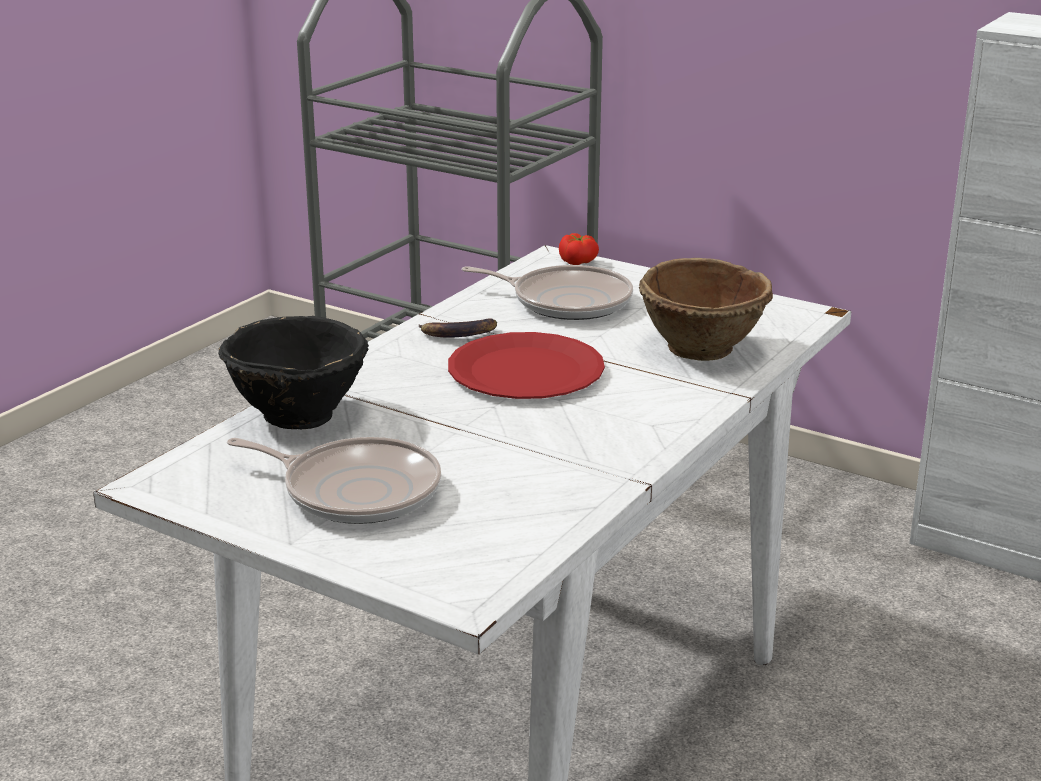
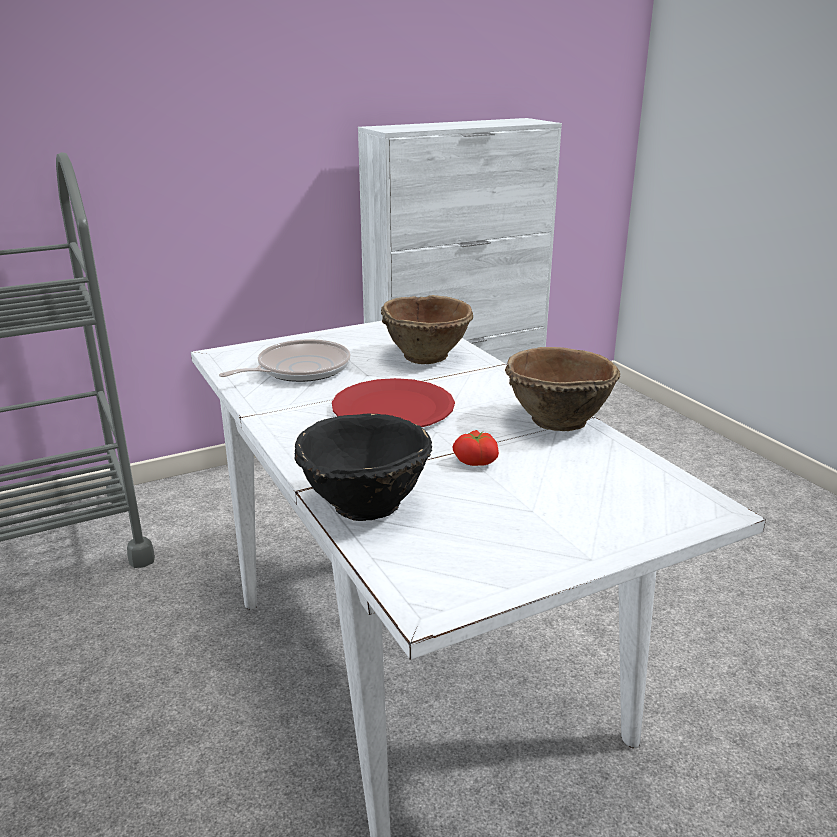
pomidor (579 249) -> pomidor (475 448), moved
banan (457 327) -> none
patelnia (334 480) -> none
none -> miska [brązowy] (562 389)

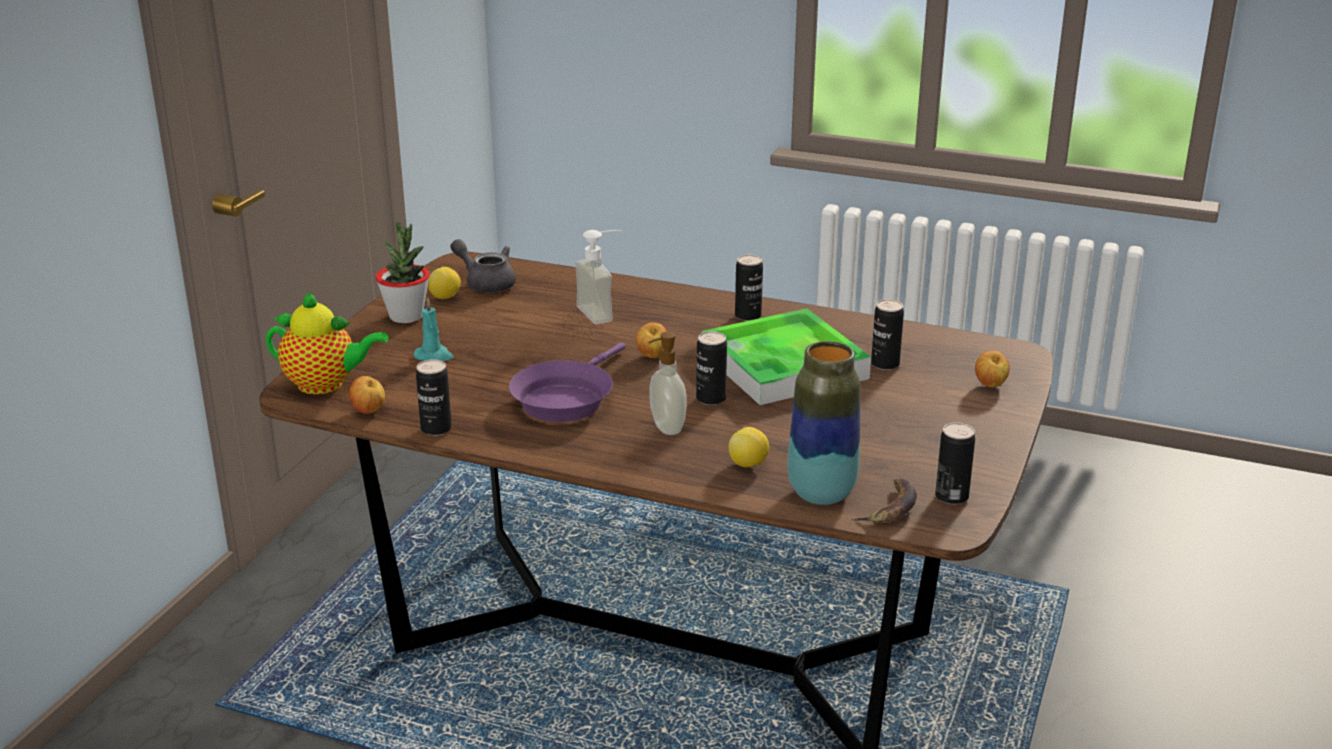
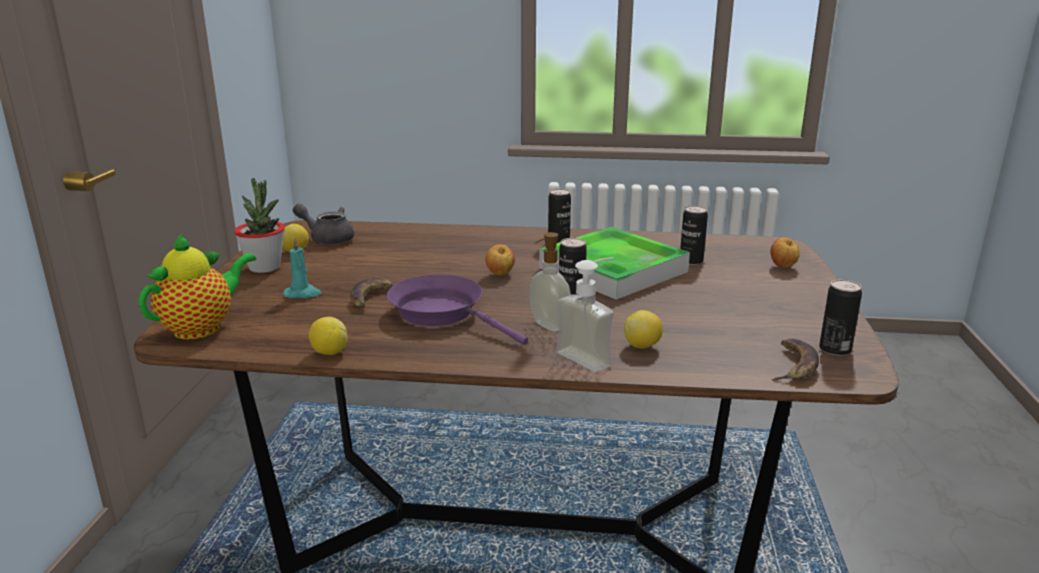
dozownik mydła (598 277) -> dozownik mydła (585 314), moved
imbryk (327 343) -> imbryk (197 286), 45 degrees counterclockwise
wazon (823 423) -> none
patelnia [fioletowy] (567 382) -> patelnia [fioletowy] (457 310), 120 degrees clockwise
puszka (434 397) -> cytryna (328 336)
jabłko (367 395) -> none
none -> banan (372 293)

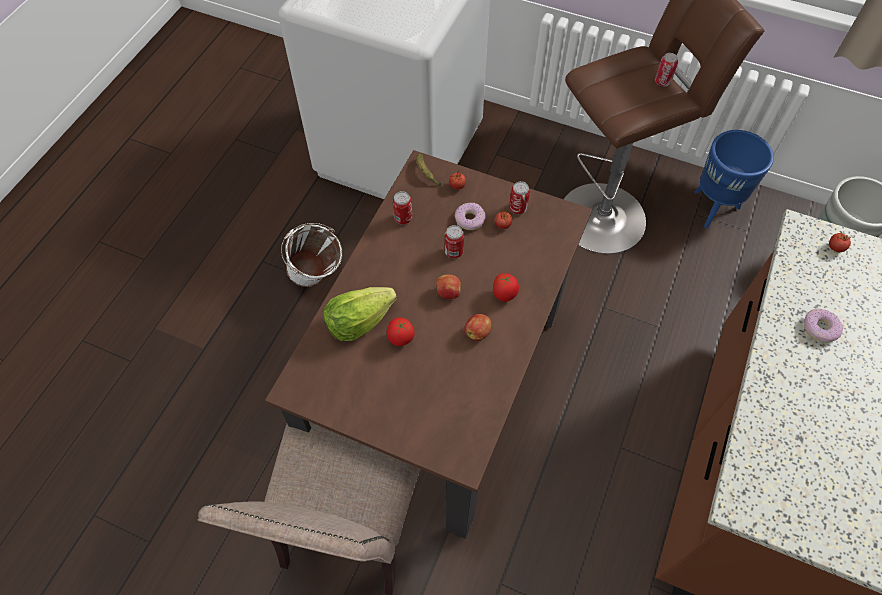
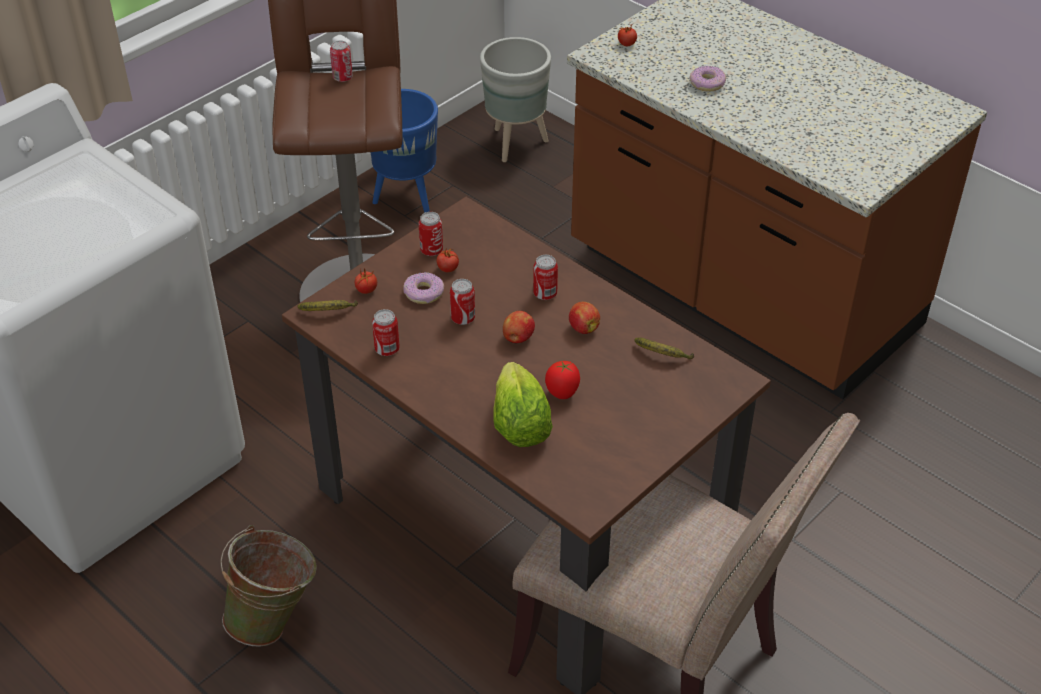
wiadro [biały] (311 255) -> wiadro [zielony] (268 586)
pomidor (506 287) -> puszka (545 277)
none -> banan (664 348)

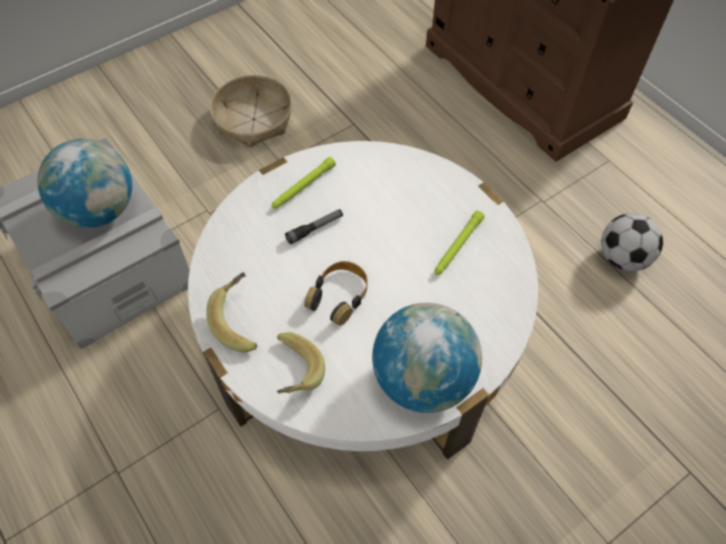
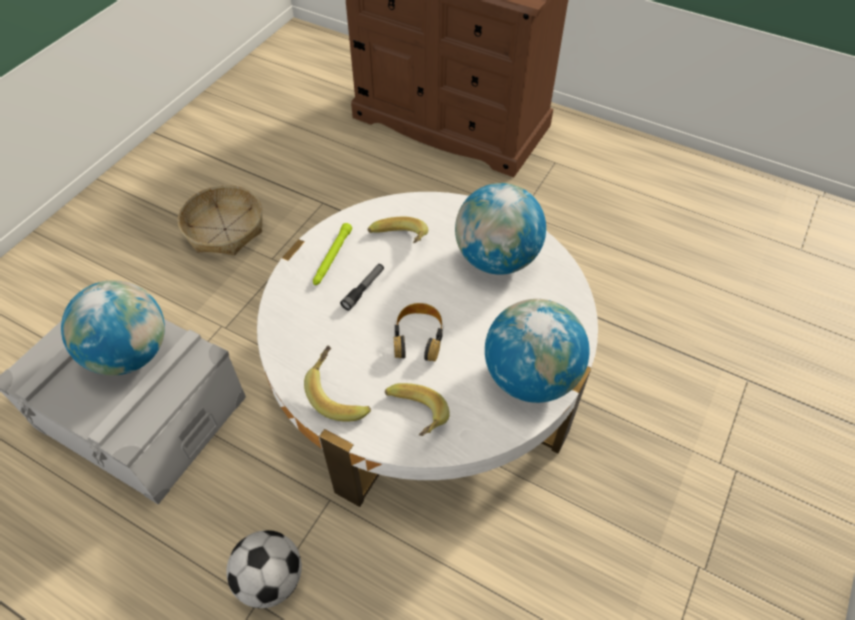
latarka [zielony] (460 243) -> globus (500 229)
piłka futbolowa (632 242) -> piłka futbolowa (264 569), moved
none -> banan (398 230)

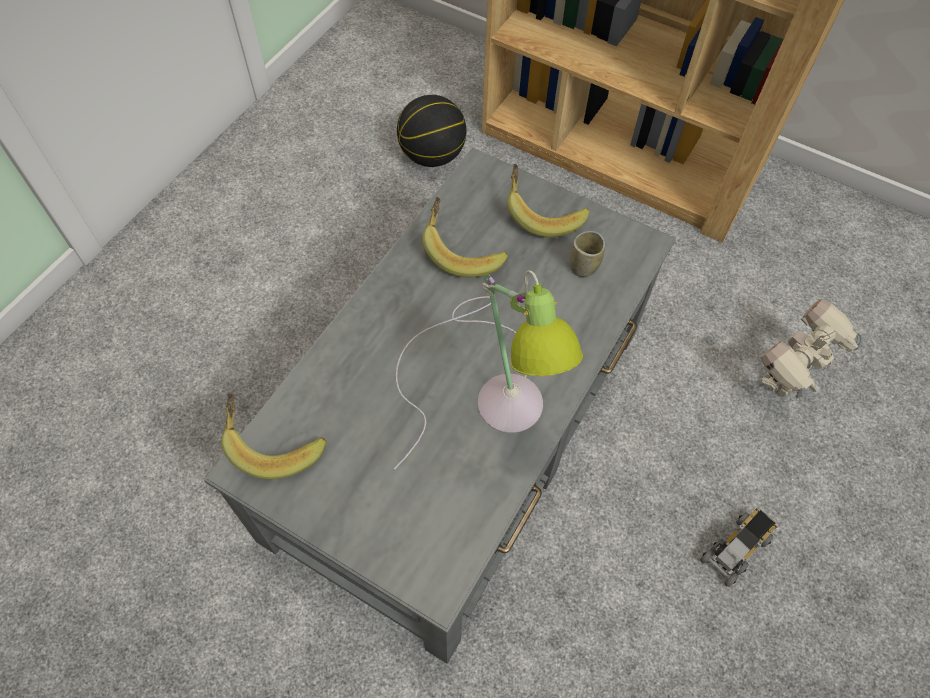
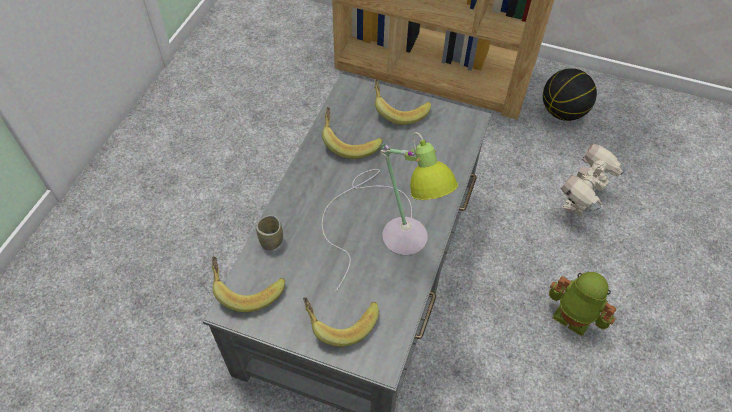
piłka do koszykówki (431 131) -> piłka do koszykówki (570 94), moved
filiżanka (587 254) -> filiżanka (269 232), moved
ciężarówka zabawkowa (738 547) -> robot zabawkowy (582 304)
none -> banan (341 322)

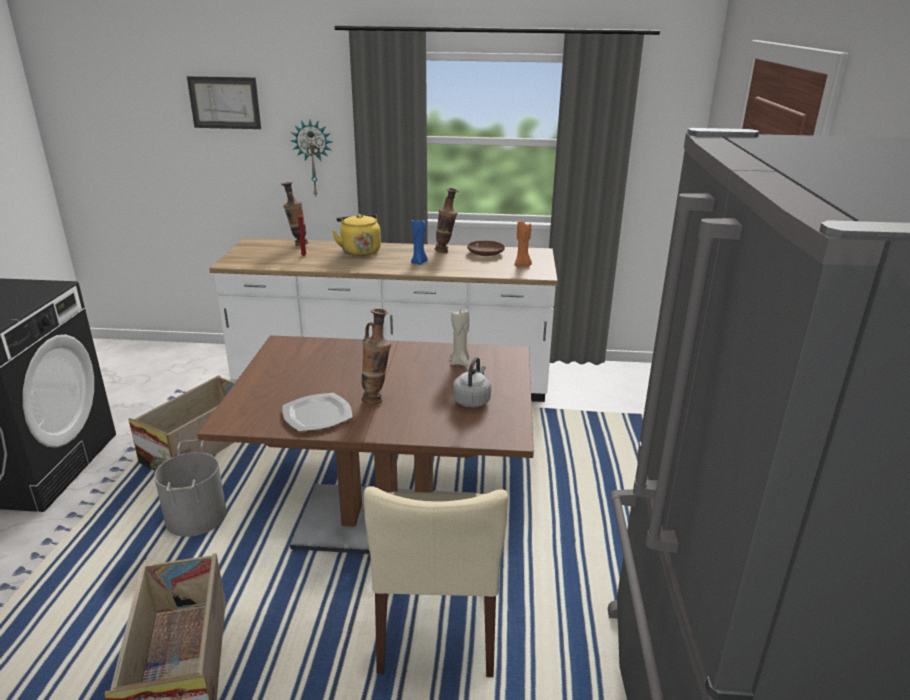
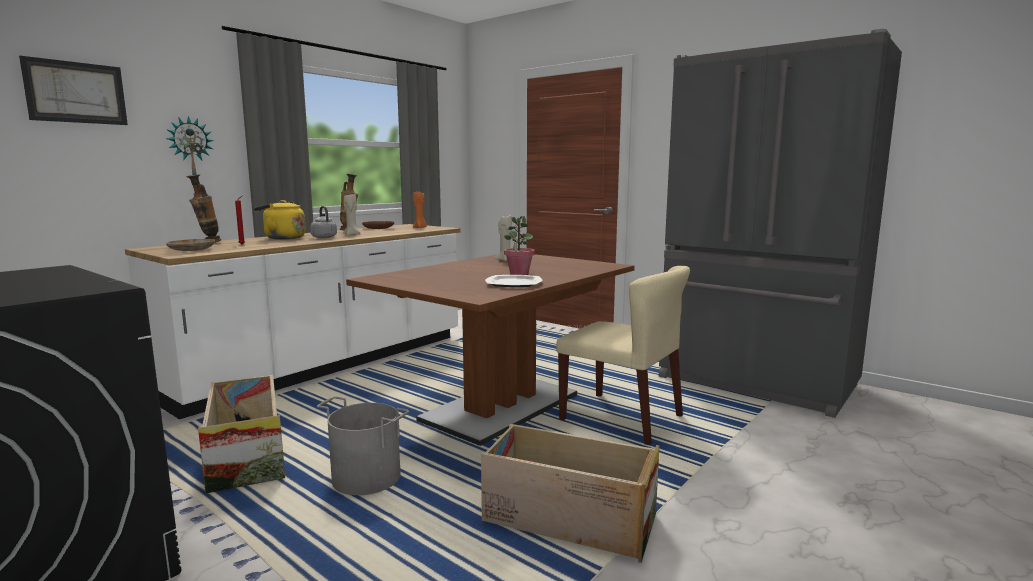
świeca [niebieski] (419 242) -> świeca [beżowy] (351 214)
wazon (376 356) -> roślina doniczkowa (519 245)
czajnik [szary] (472 382) -> czajnik [szary] (323 222), moved
none -> talerz [beżowy] (190 245)

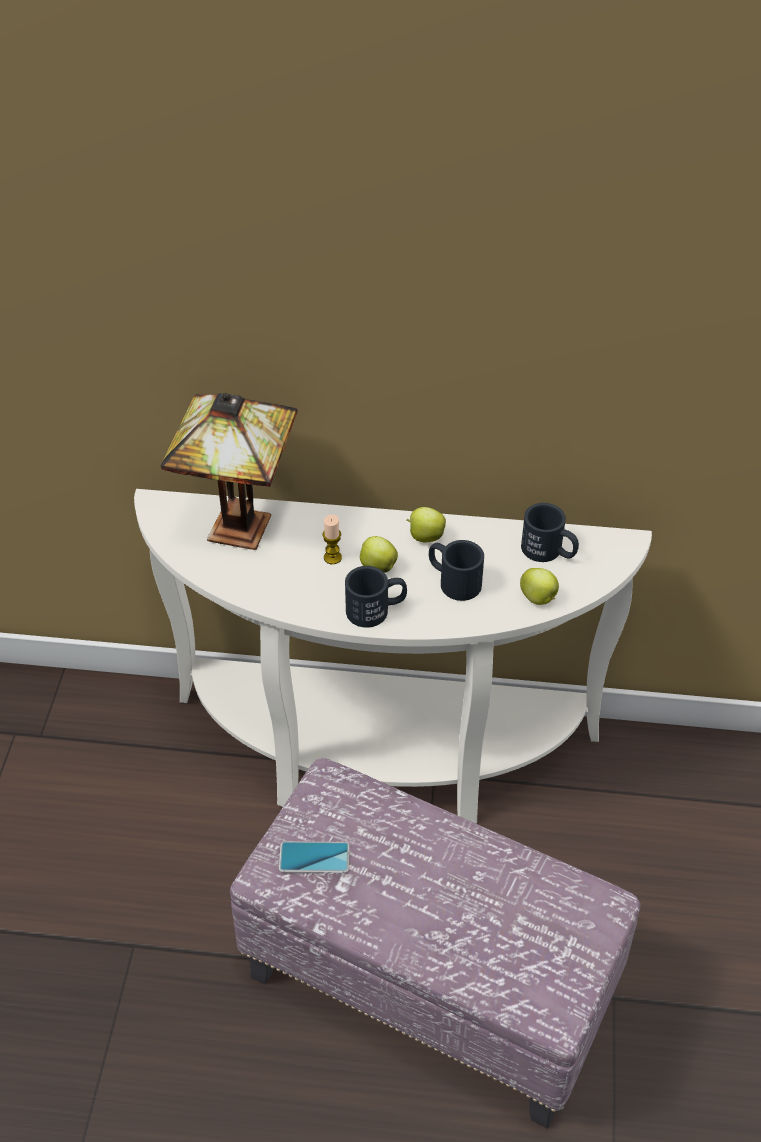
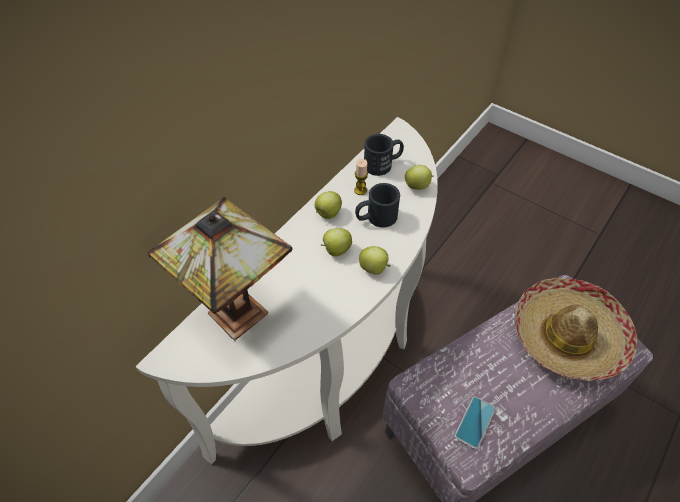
świeca (332 539) -> świeca (361 177), moved
kubek [czarny] (376 597) -> jabłko (375 260)
none -> kapelusz (576 329)

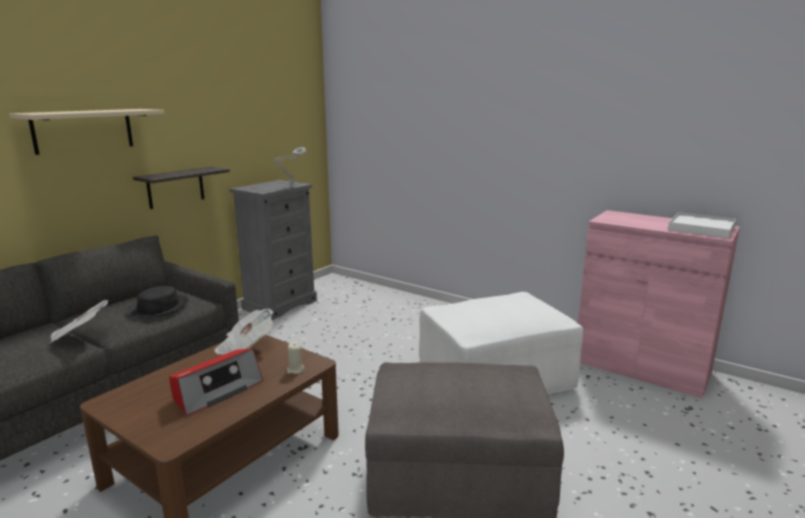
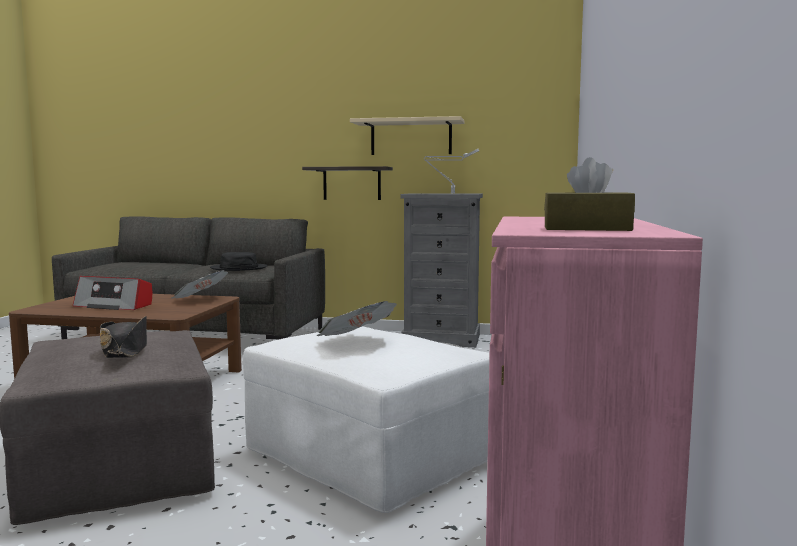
półka [beżowy] (87 132) -> półka [beżowy] (407 135), moved
taca [biały] (702 225) -> pudełko chusteczek [brązowy] (589 194)
gazeta (78 322) -> gazeta (356 318), moved
świeca [beżowy] (295 358) -> none
none -> kapelusz [czarny] (123 337)

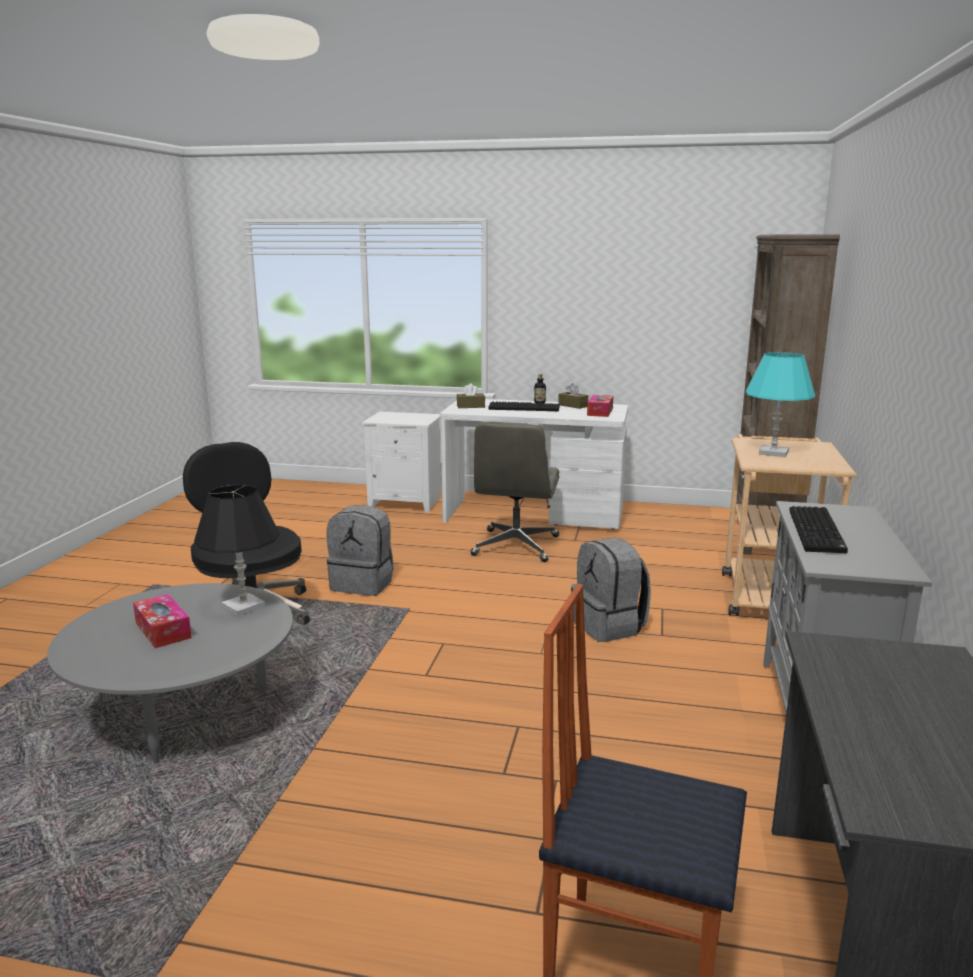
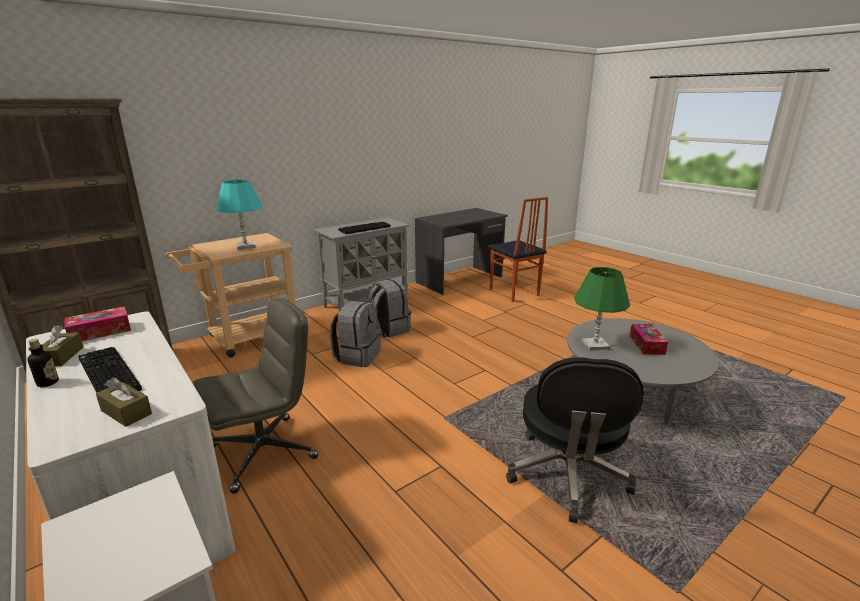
lampa stołowa [czarny] (236 550) -> lampa stołowa [zielony] (602 308)
plecak [szary] (360 550) -> plecak [szary] (388 308), moved

